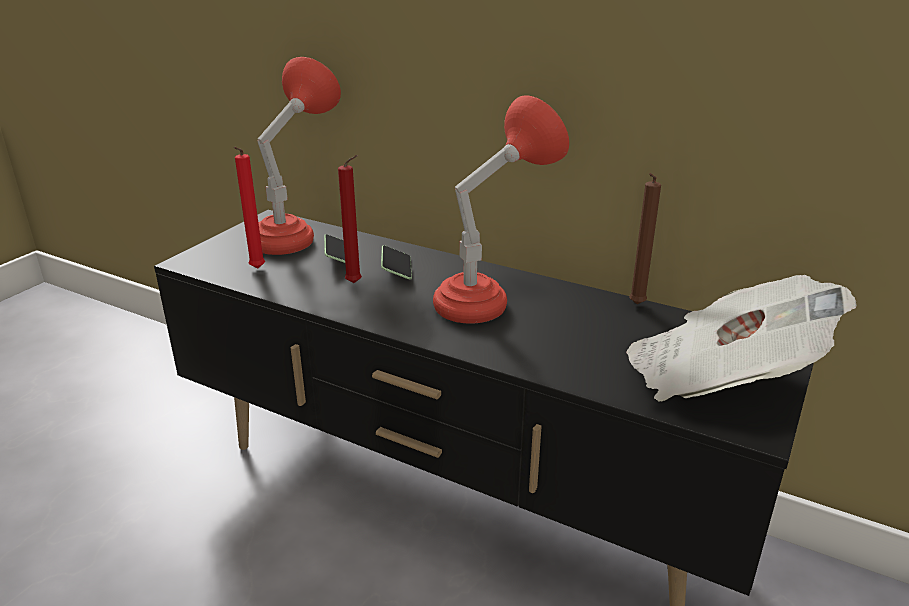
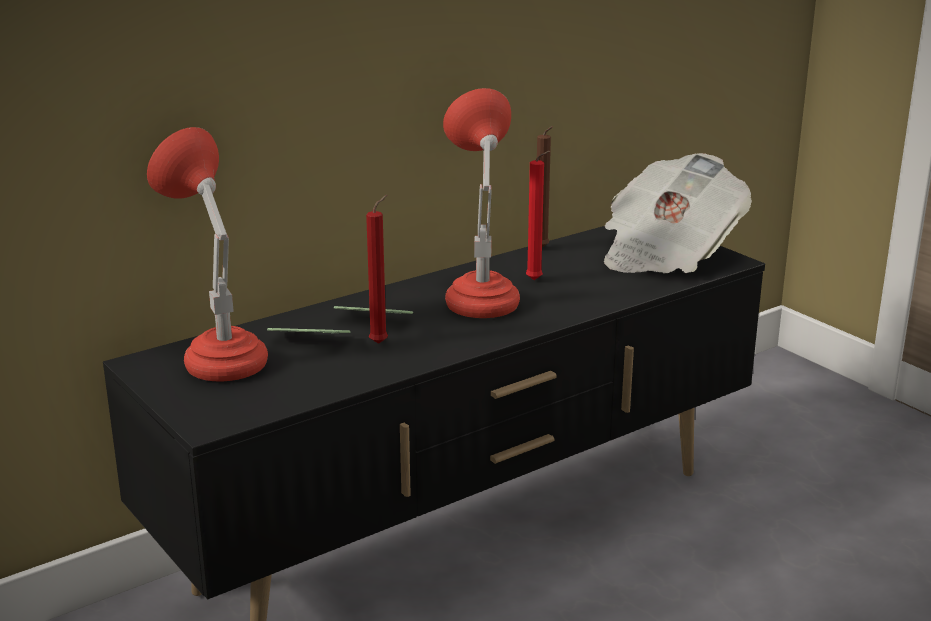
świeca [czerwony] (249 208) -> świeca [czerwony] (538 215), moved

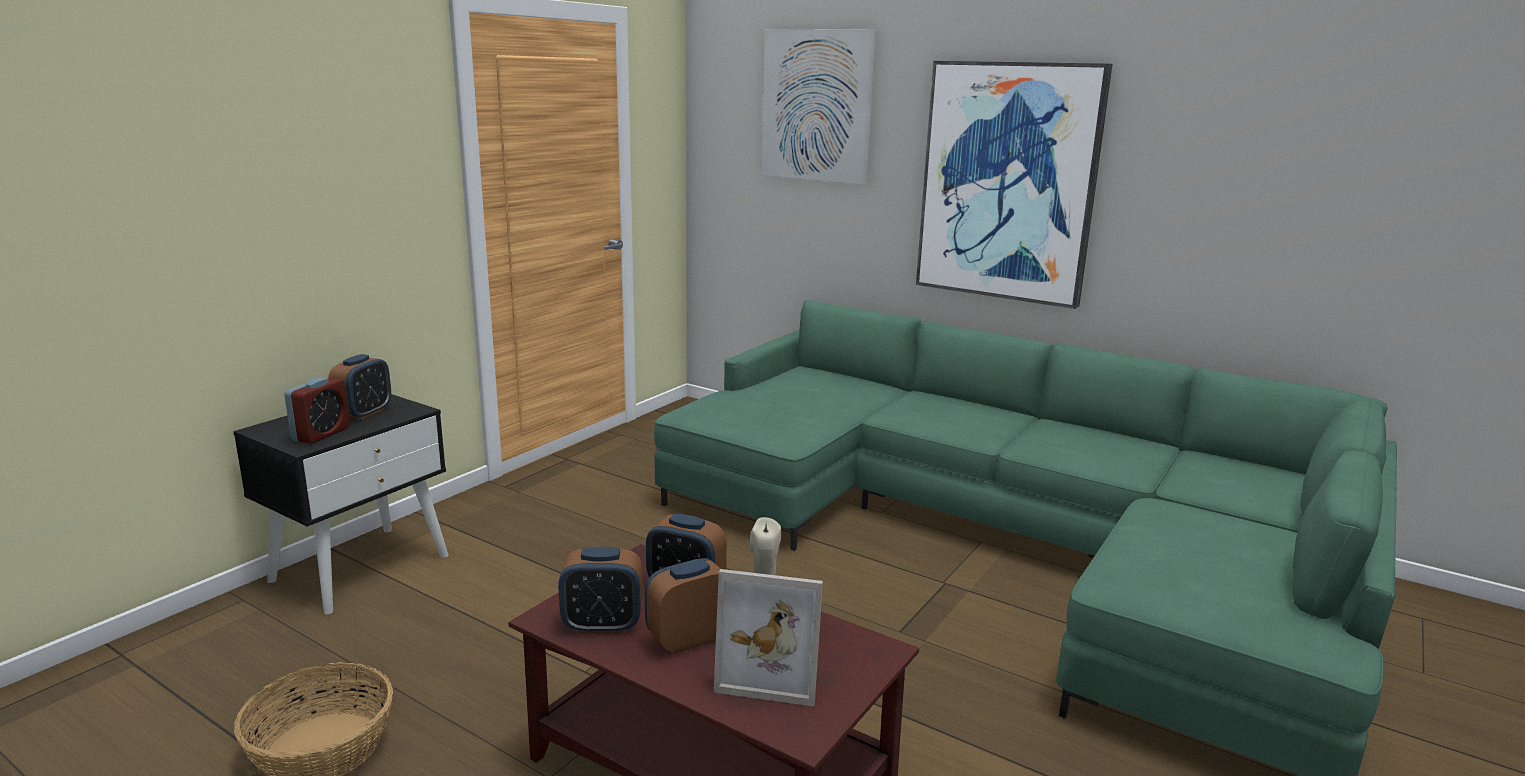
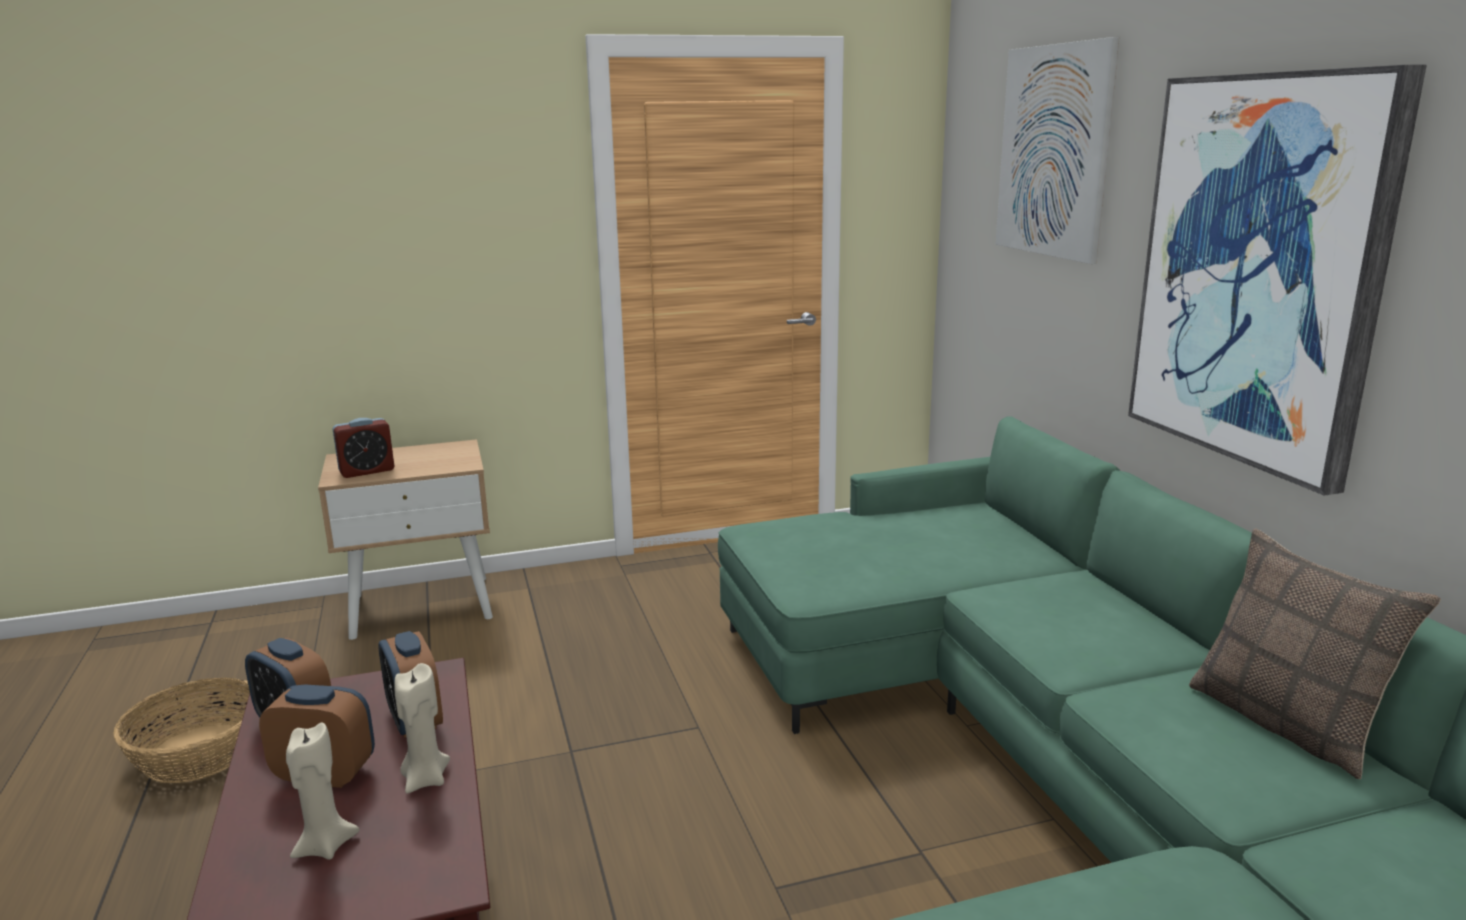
budzik (359 387) -> none
szafka nocna [czarny] (341 504) -> szafka nocna [beżowy] (405 539)
ramka na zdjęcie (768 638) -> świeca [beżowy] (323 791)
none -> poduszka (1315 653)

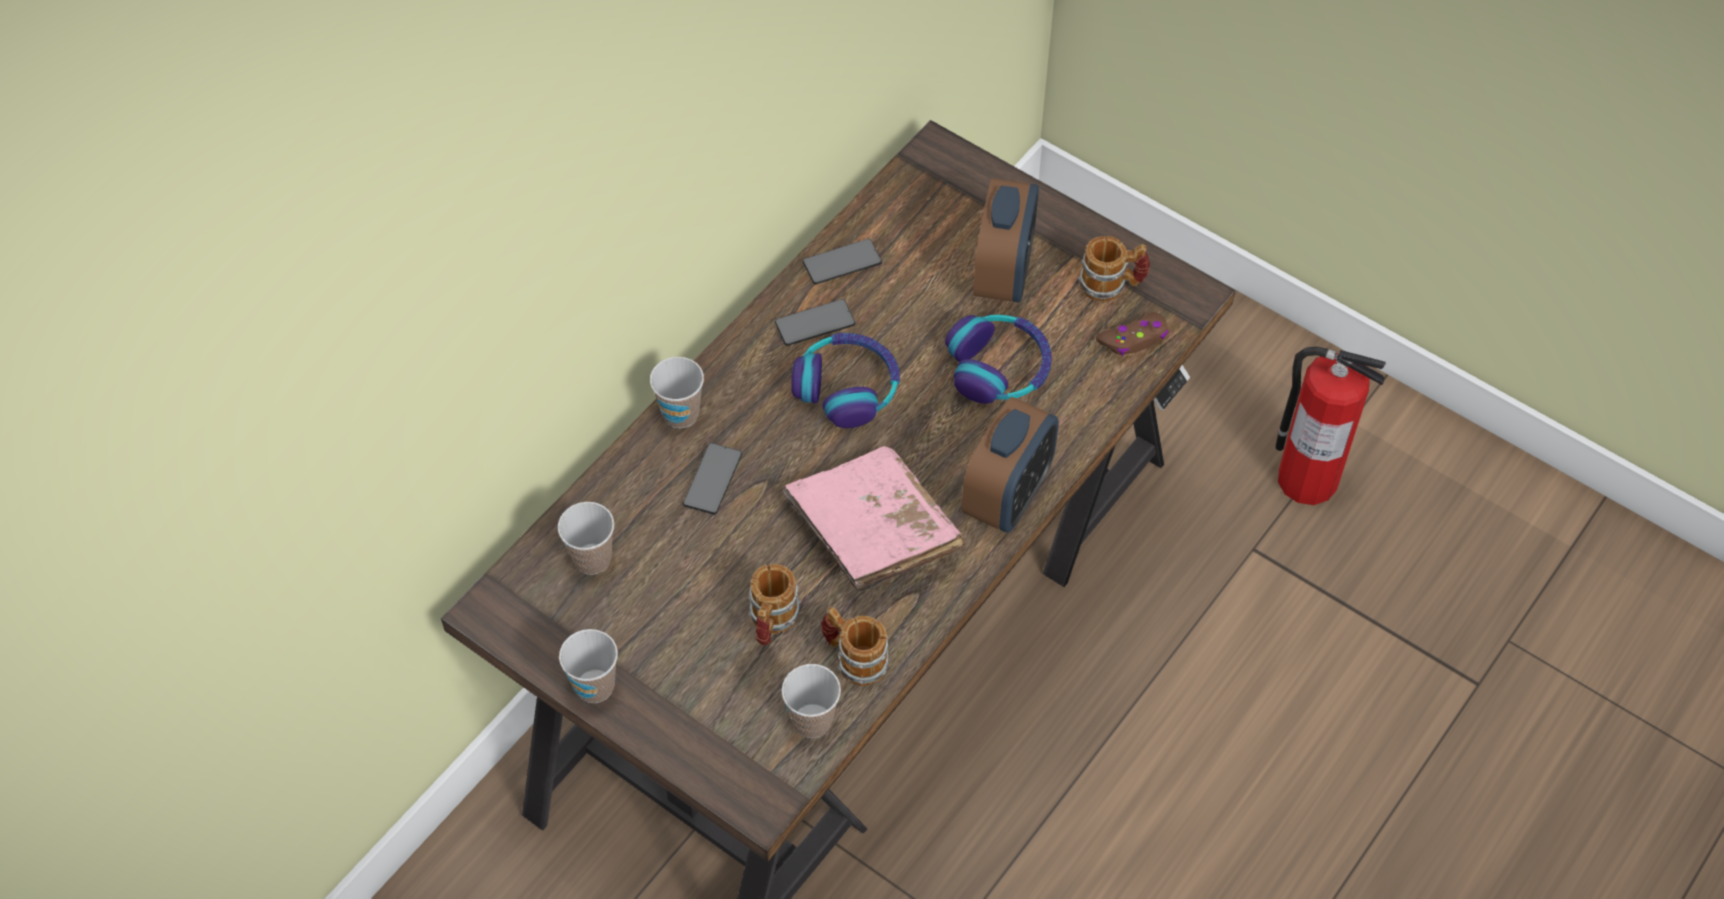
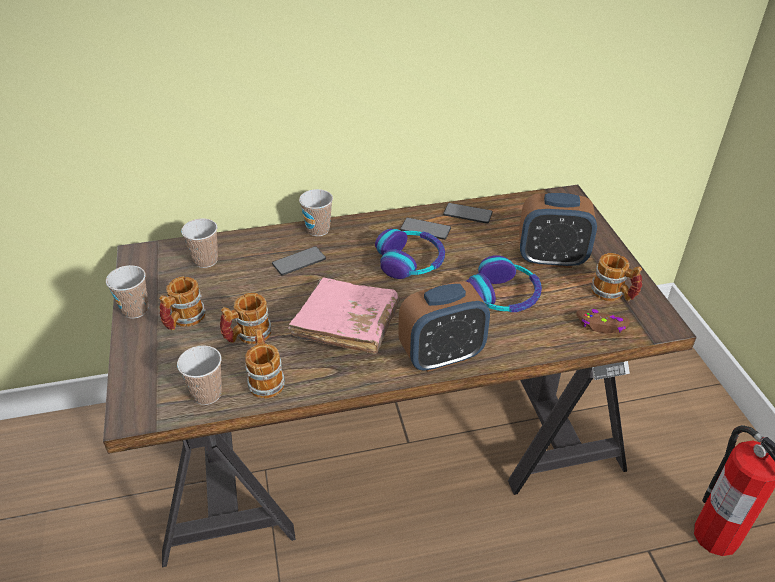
budzik (1006 240) -> budzik (558 230), 45 degrees clockwise
none -> kubek (182 303)

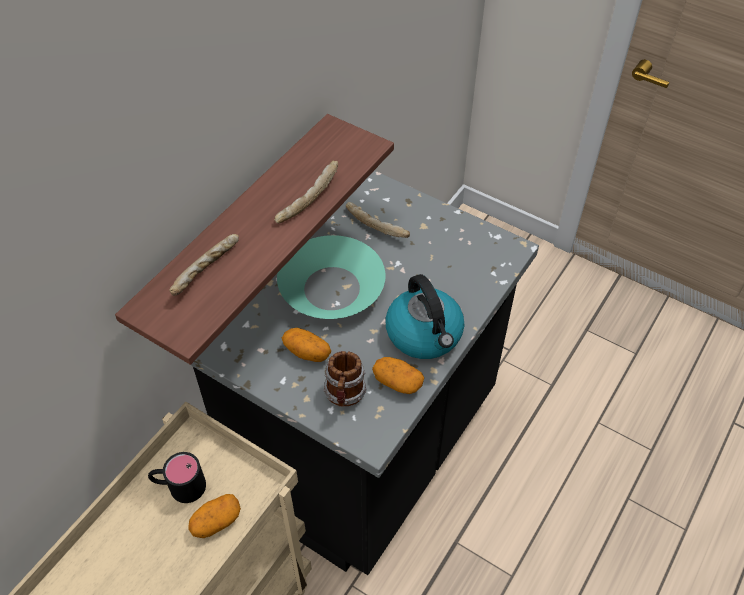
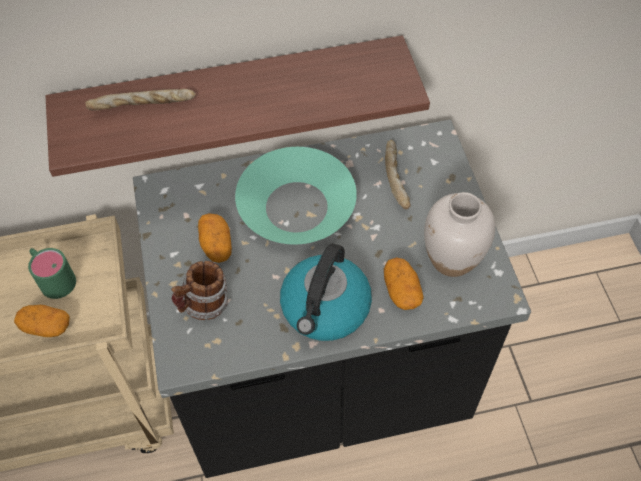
chleb (306 192) -> none
ziemniak (398 375) -> ziemniak (404 283), moved
kubek [czarny] (177 477) -> kubek [zielony] (52 273)
none -> wazon [biały] (459 234)

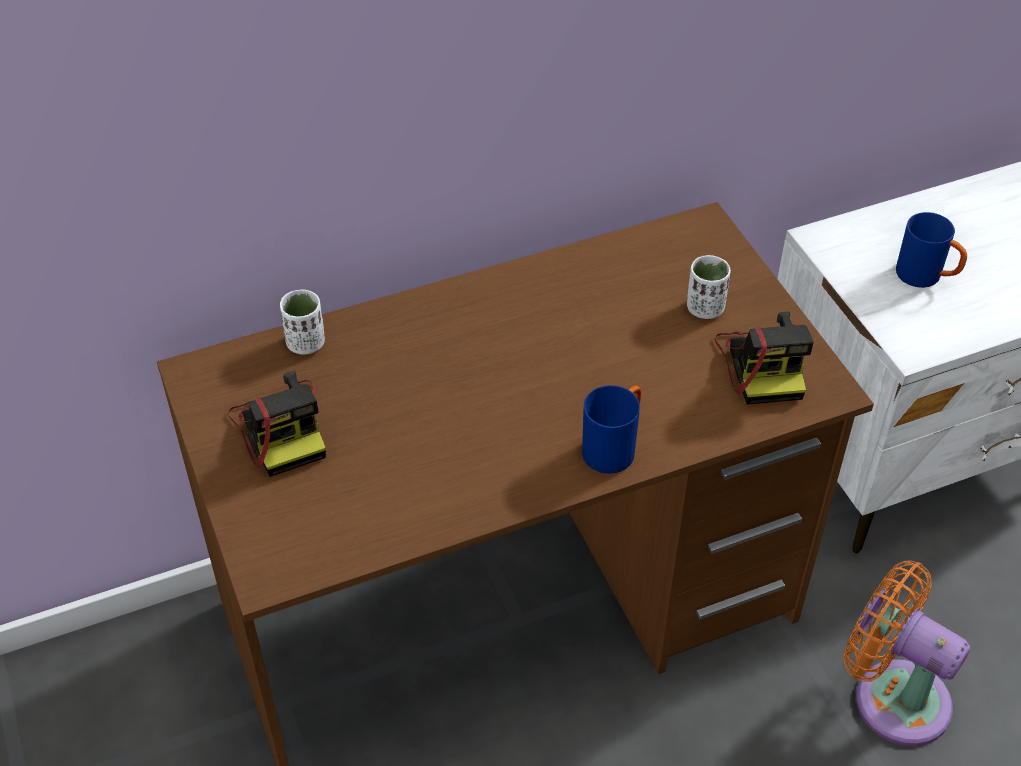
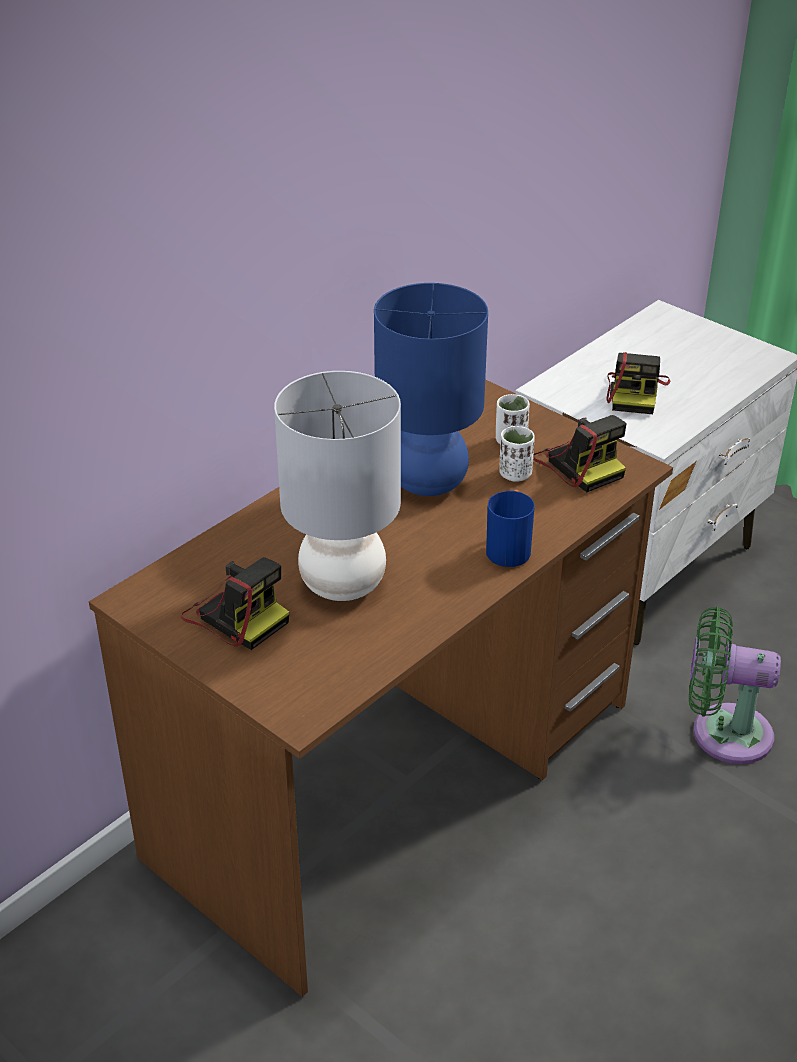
kubek [niebieski] (931 250) -> aparat fotograficzny (638 383)
filiżanka [biały] (302 322) -> filiżanka [biały] (517 454), moved
wentylator [pomarańczowy] (906 653) -> wentylator [zielony] (735 685)
none -> lampa stołowa [niebieski] (431 389)
none -> lampa stołowa [szary] (337 486)

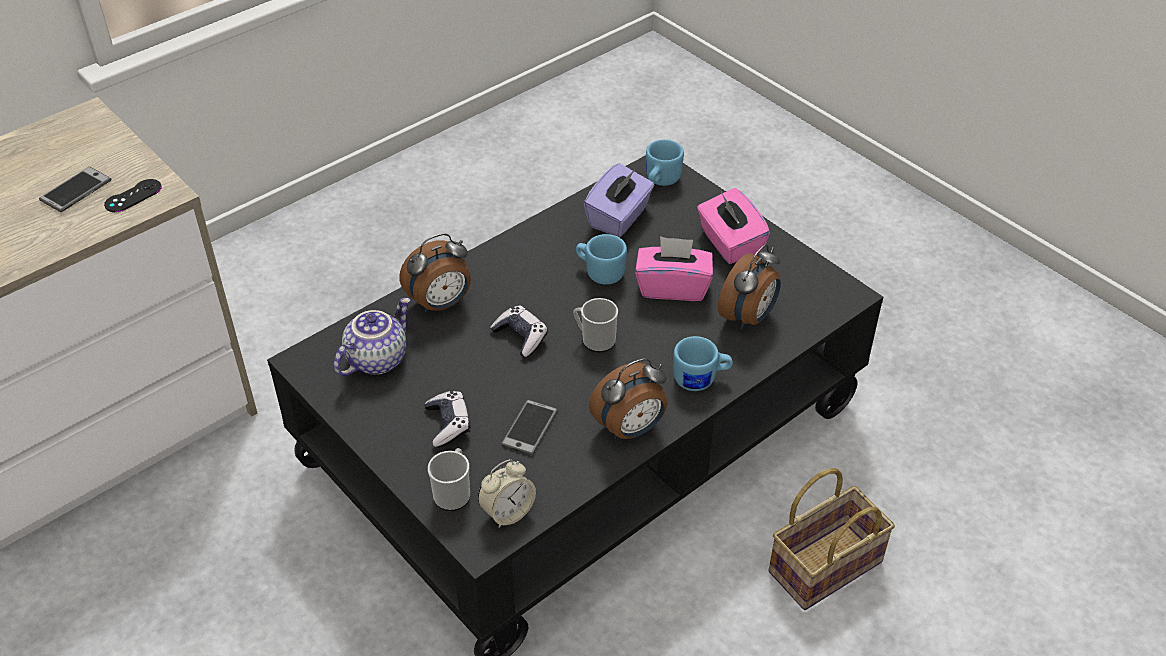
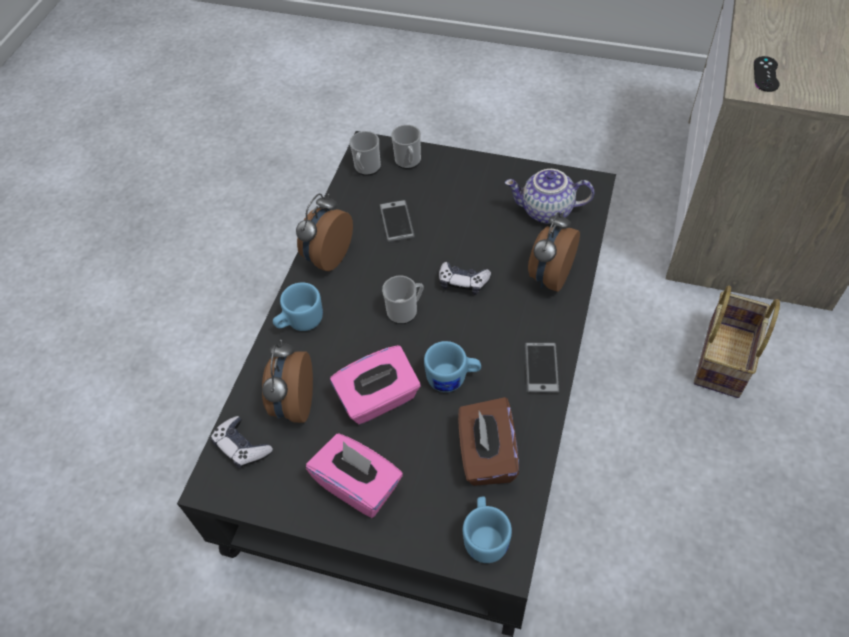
pudełko chusteczek [fioletowy] (619 200) -> pudełko chusteczek [brązowy] (488 441)
telefon (75 189) -> telefon (542 367), moved
imbryk (372 337) -> imbryk (549 196), 90 degrees clockwise
pad do gier (447 419) -> pad do gier (242 442), moved
budzik (507 493) -> kubek (365 153)
koszyk (832 539) -> koszyk (737 342), moved

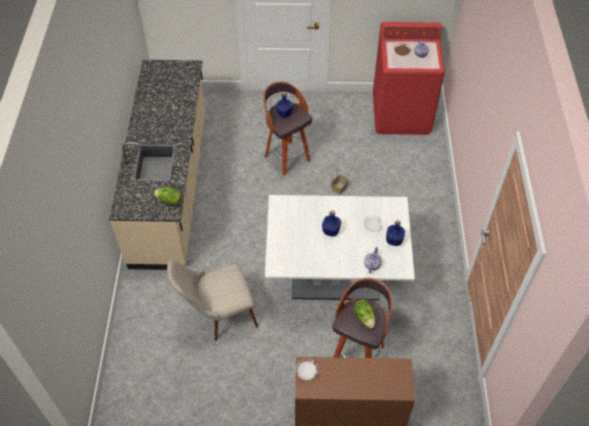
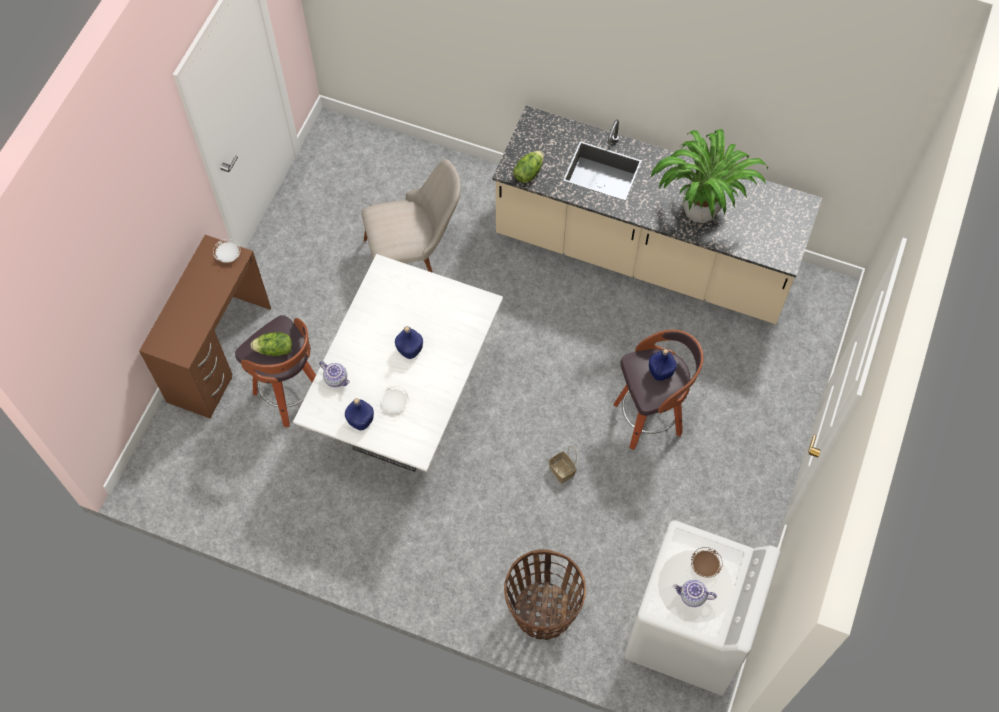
pralka [czerwony] (409 78) -> pralka [biały] (702 608)
krzesło [beżowy] (212 300) -> krzesło [beżowy] (411 216), 75 degrees clockwise
none -> roślina doniczkowa (709 176)
none -> koszyk (545 595)

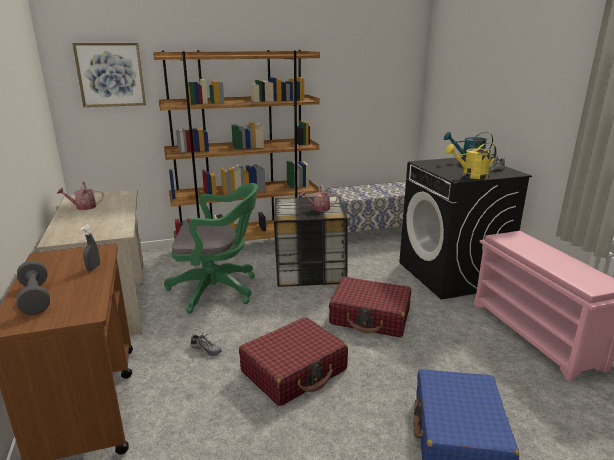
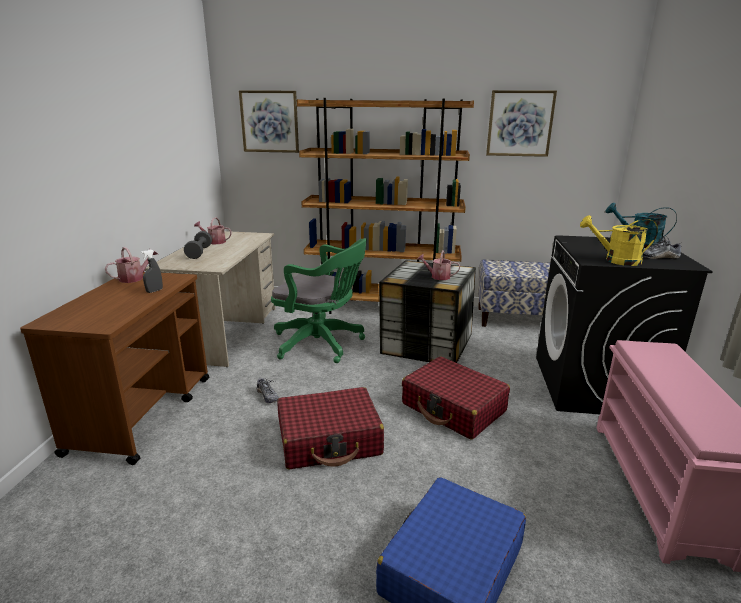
hantel [szary] (33 287) -> hantel [szary] (198 245), moved
none -> obraz (521 123)
none -> konewka (131 265)

